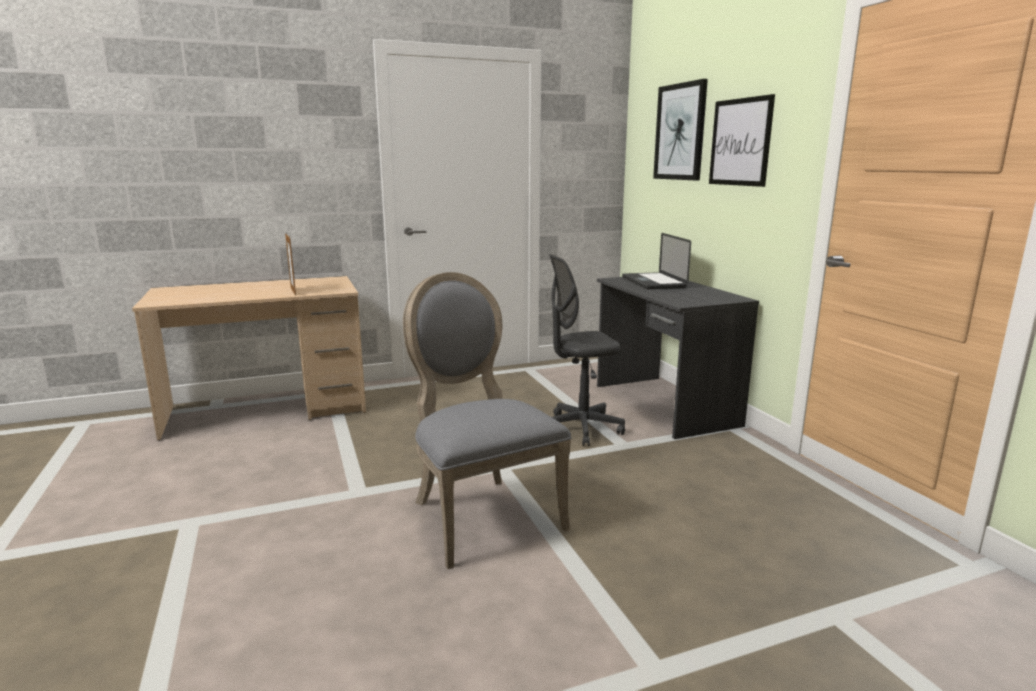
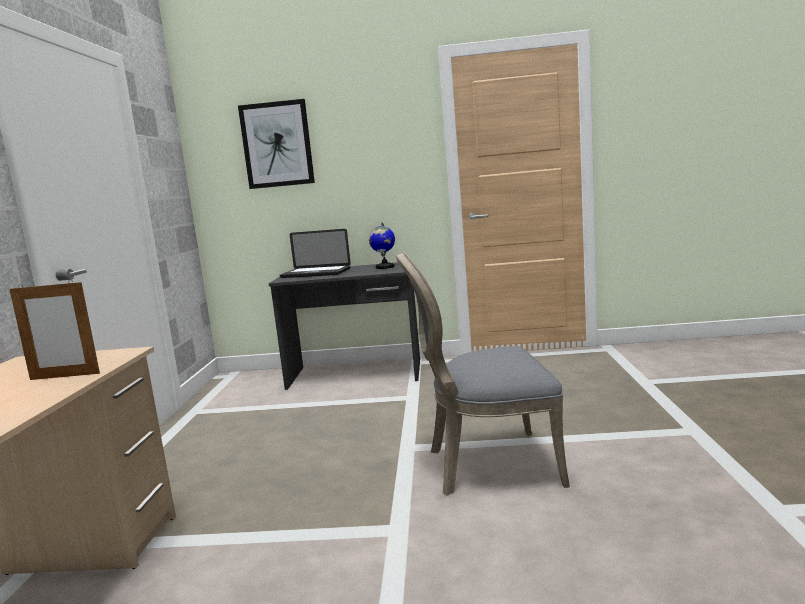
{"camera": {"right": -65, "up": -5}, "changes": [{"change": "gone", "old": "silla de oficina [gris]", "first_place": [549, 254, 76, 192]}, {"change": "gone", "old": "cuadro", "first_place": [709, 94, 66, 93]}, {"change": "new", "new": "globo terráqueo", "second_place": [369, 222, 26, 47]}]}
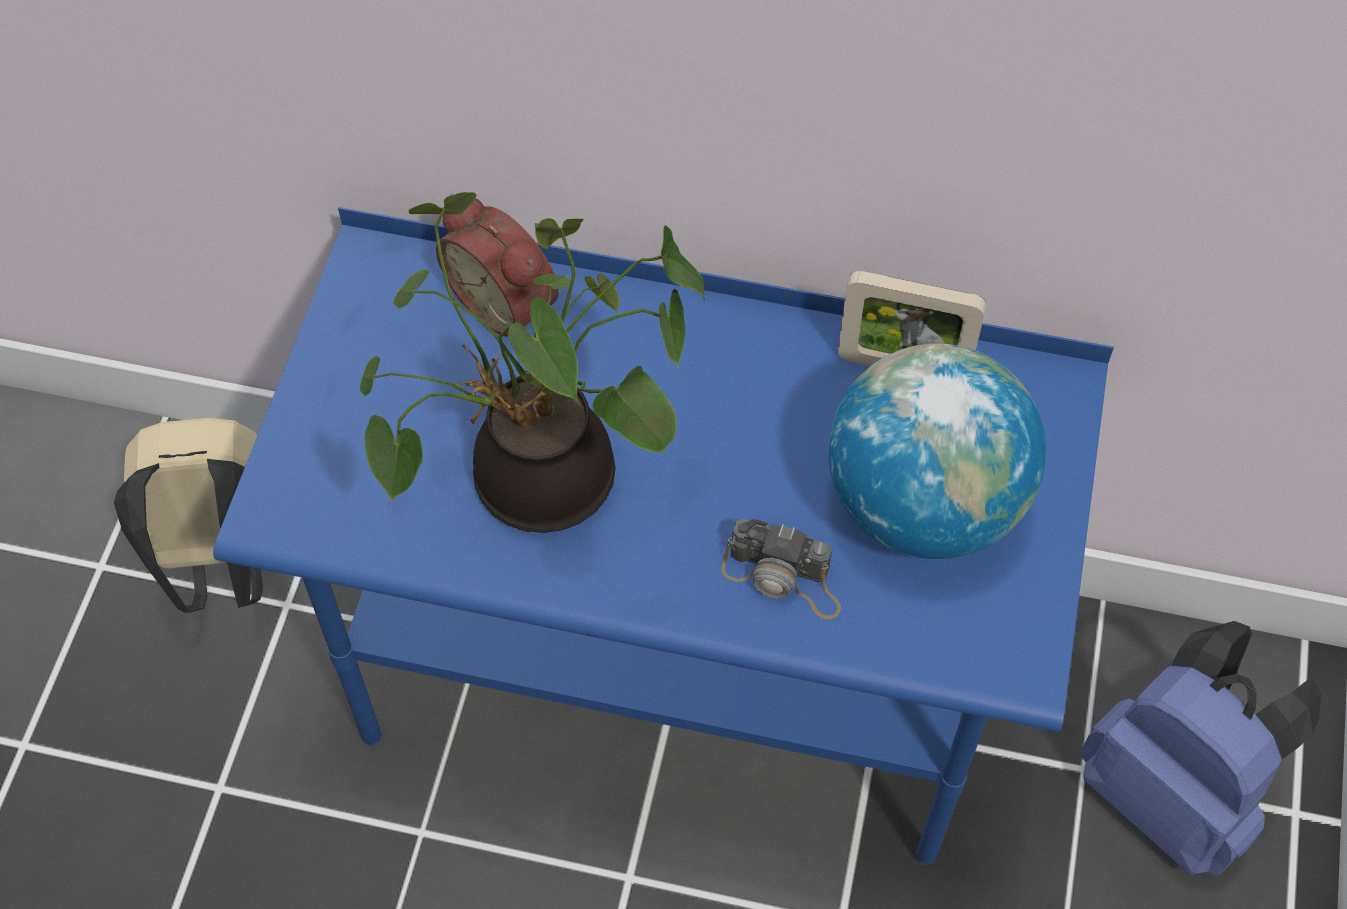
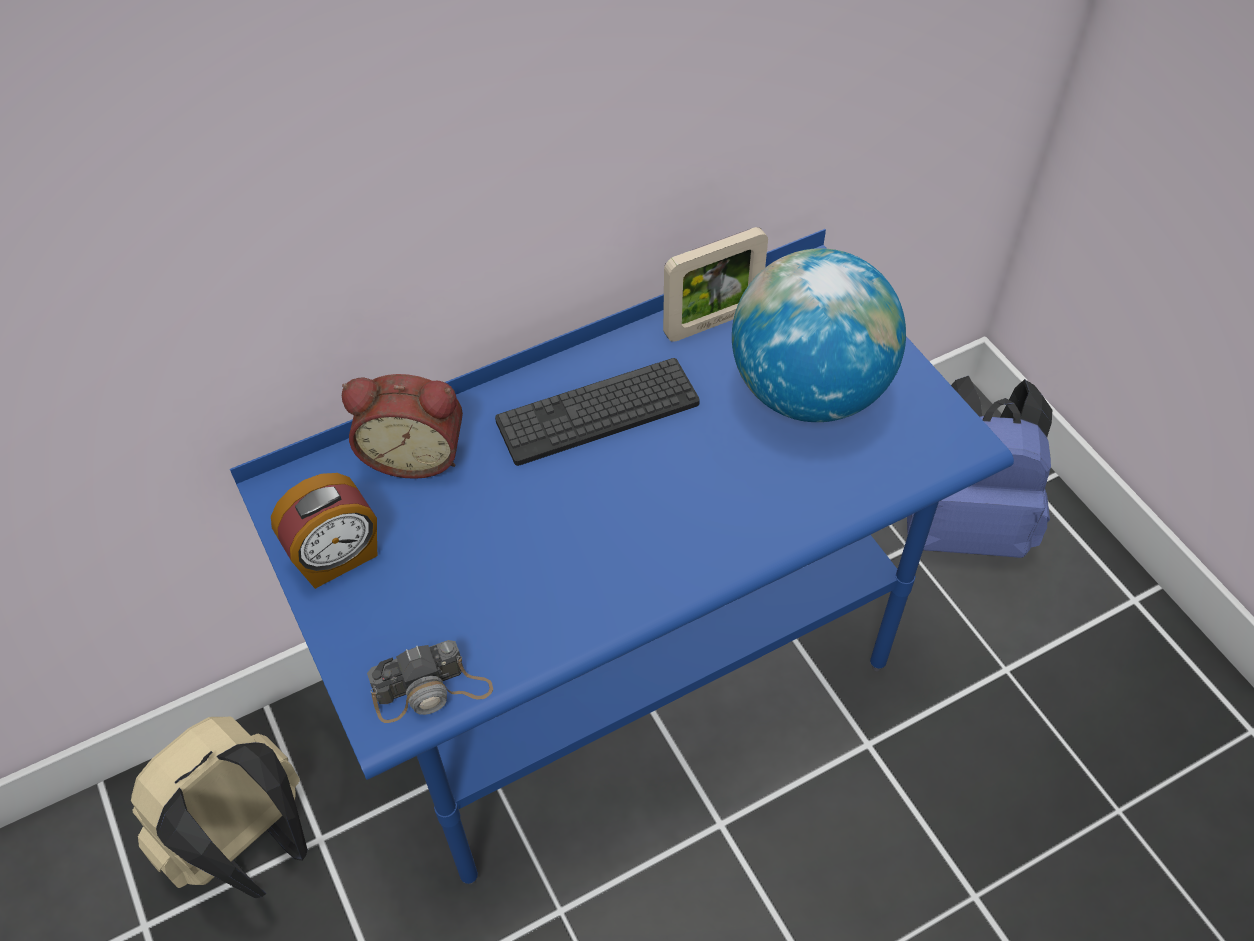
{"camera": {"right": -40, "up": -5}, "changes": [{"change": "gone", "old": "planta en maceta", "first_place": [360, 192, 345, 341]}, {"change": "new", "new": "despertador", "second_place": [271, 473, 106, 116]}, {"change": "new", "new": "teclado", "second_place": [495, 358, 205, 108]}, {"change": "shifted", "old": "cámara", "first_place": [721, 519, 120, 100], "second_place": [367, 640, 126, 83]}]}
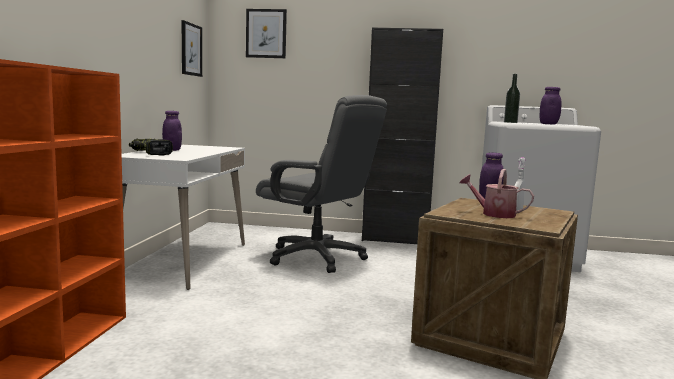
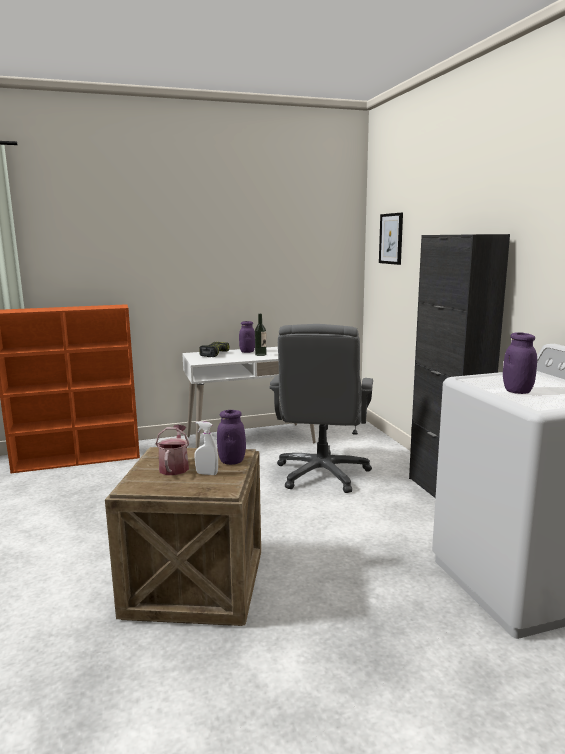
{"camera": {"right": 65, "up": 5}, "changes": [{"change": "gone", "old": "cuadro", "first_place": [182, 20, 20, 57]}, {"change": "shifted", "old": "botella", "first_place": [504, 74, 16, 49], "second_place": [255, 314, 11, 42]}]}
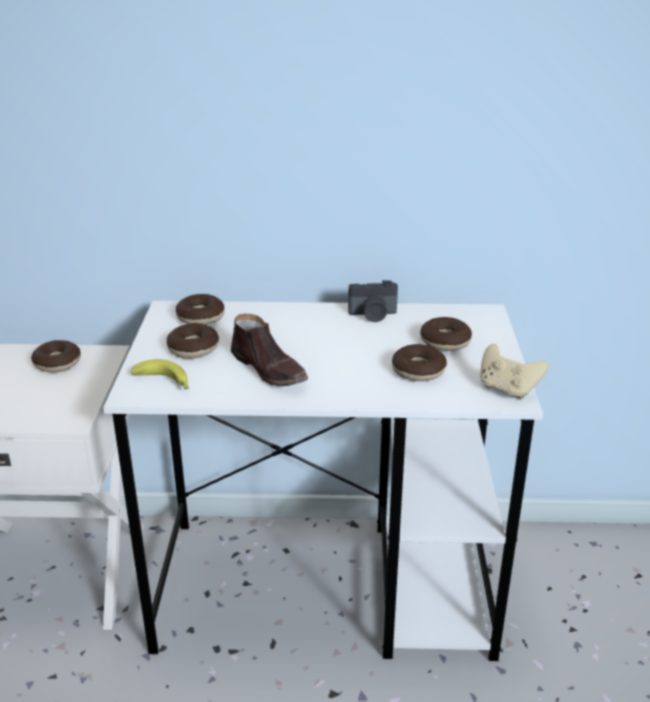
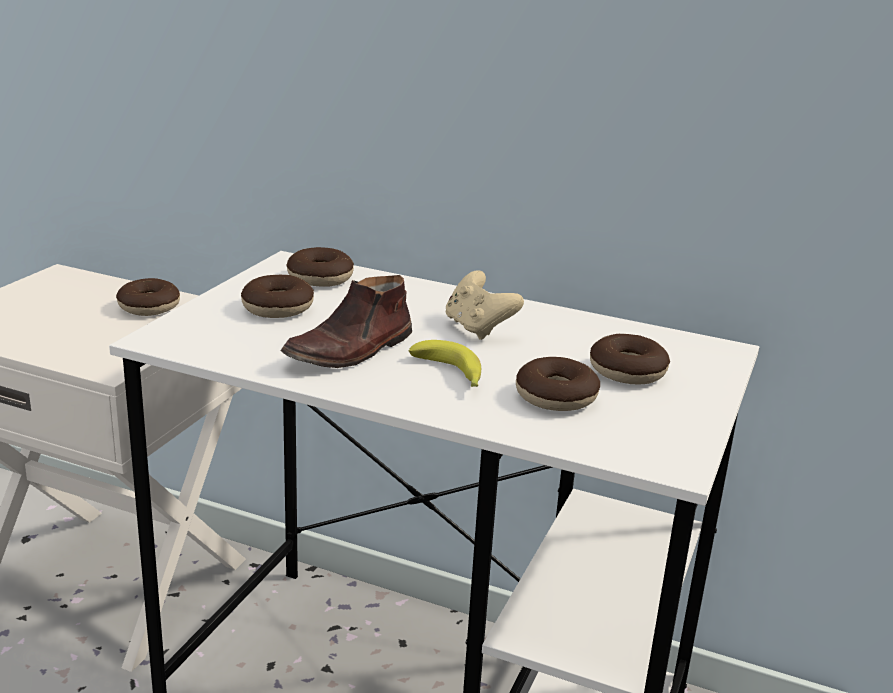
{"camera": {"right": 20, "up": -5}, "changes": [{"change": "gone", "old": "cámara", "first_place": [348, 280, 50, 42]}, {"change": "shifted", "old": "plátano", "first_place": [131, 359, 58, 31], "second_place": [409, 340, 72, 47]}, {"change": "shifted", "old": "mando de consola [beis]", "first_place": [480, 344, 68, 56], "second_place": [445, 270, 79, 70]}, {"change": "rotated", "old": "zapato [marrón]", "first_place": [231, 314, 77, 72], "second_place": [280, 275, 132, 93], "degrees": 60}]}
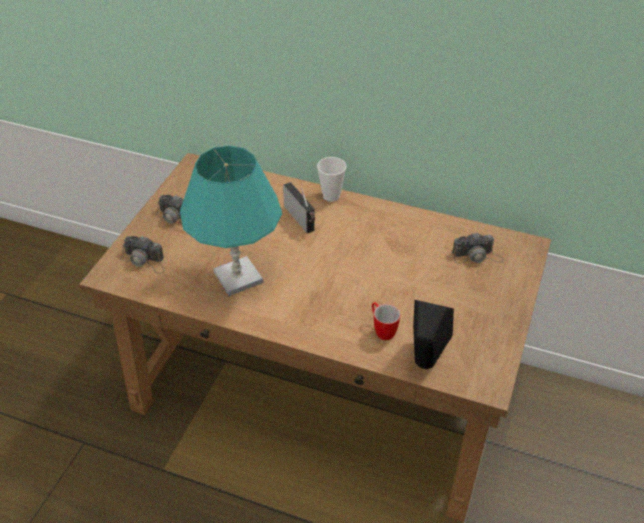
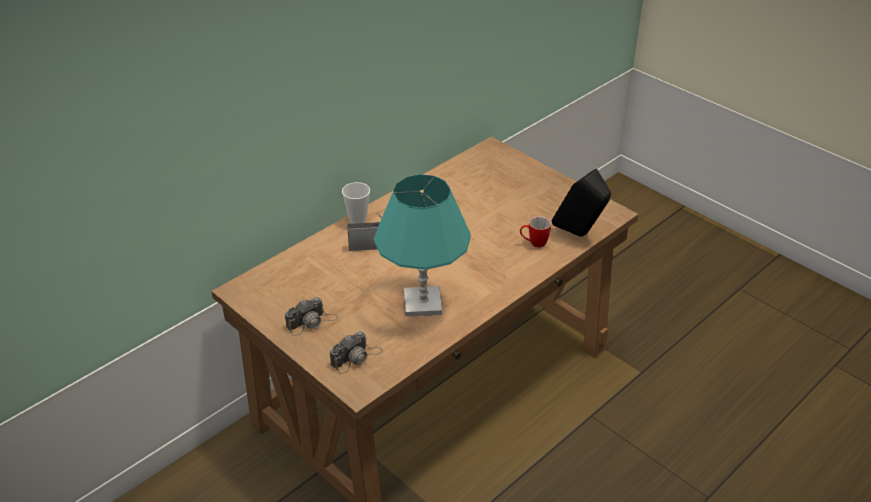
{"camera": {"right": -65, "up": -5}, "changes": [{"change": "gone", "old": "cámara", "first_place": [452, 233, 52, 31]}]}
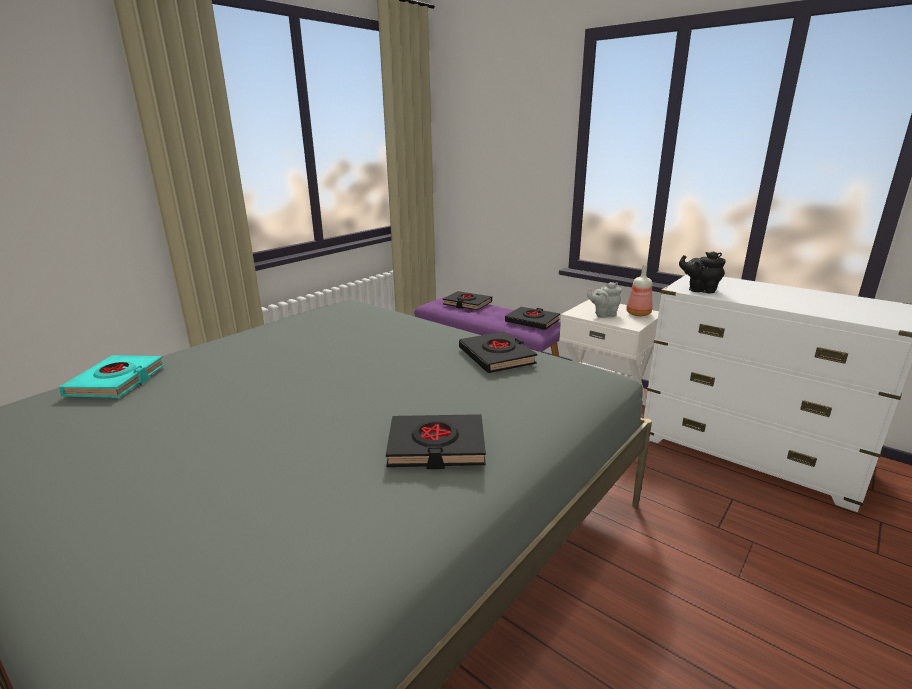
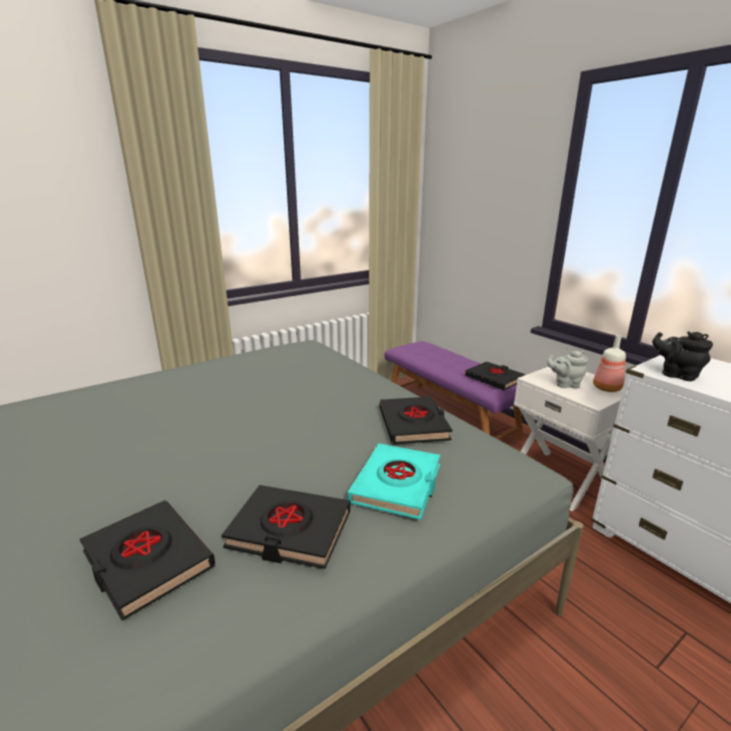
{"camera": {"right": 15, "up": 0}, "changes": [{"change": "shifted", "old": "libro [turquesa]", "first_place": [59, 355, 106, 43], "second_place": [347, 443, 93, 77]}, {"change": "shifted", "old": "libro [negro]", "first_place": [443, 291, 49, 19], "second_place": [80, 500, 135, 120]}]}
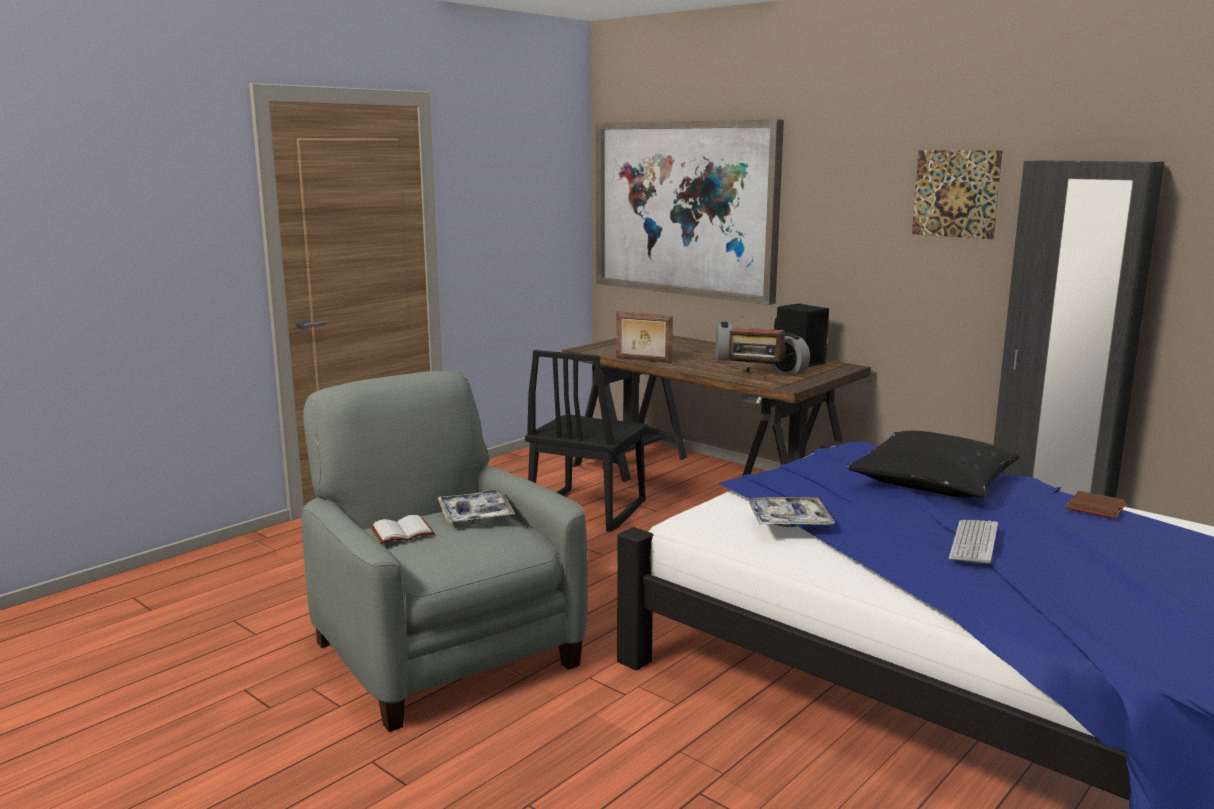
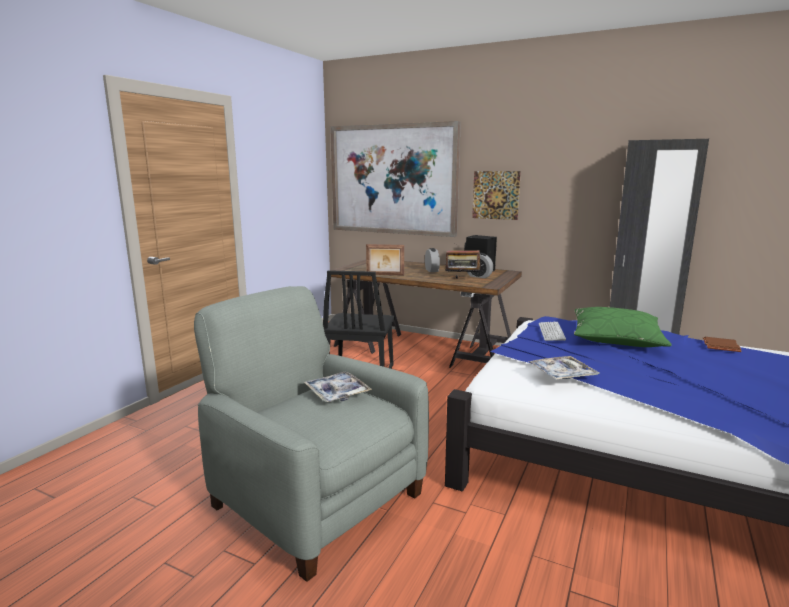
{"camera": {"right": -15, "up": 0}, "changes": [{"change": "gone", "old": "libro [blanco]", "first_place": [370, 515, 65, 29]}, {"change": "shifted", "old": "cuadro", "first_place": [912, 150, 90, 89], "second_place": [472, 171, 49, 49]}, {"change": "shifted", "old": "teclado", "first_place": [949, 520, 49, 44], "second_place": [539, 321, 27, 20]}, {"change": "repainted", "old": "cojín [negro]", "new": "cojín [verde]", "first_place": [847, 431, 172, 67], "second_place": [574, 307, 98, 40]}]}
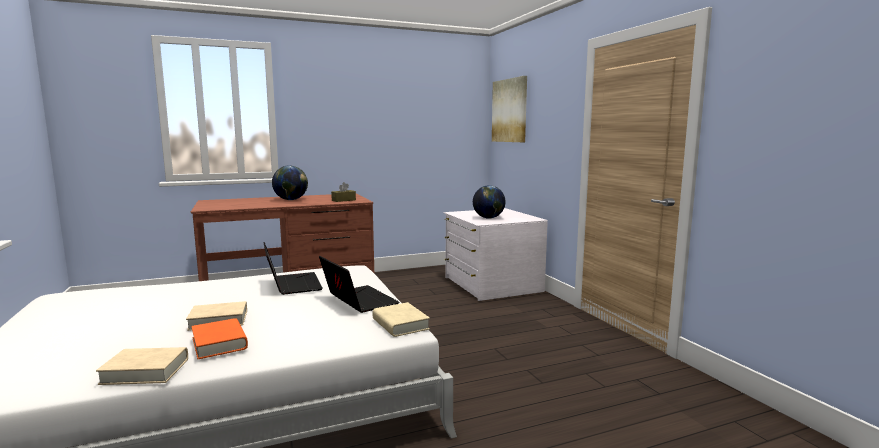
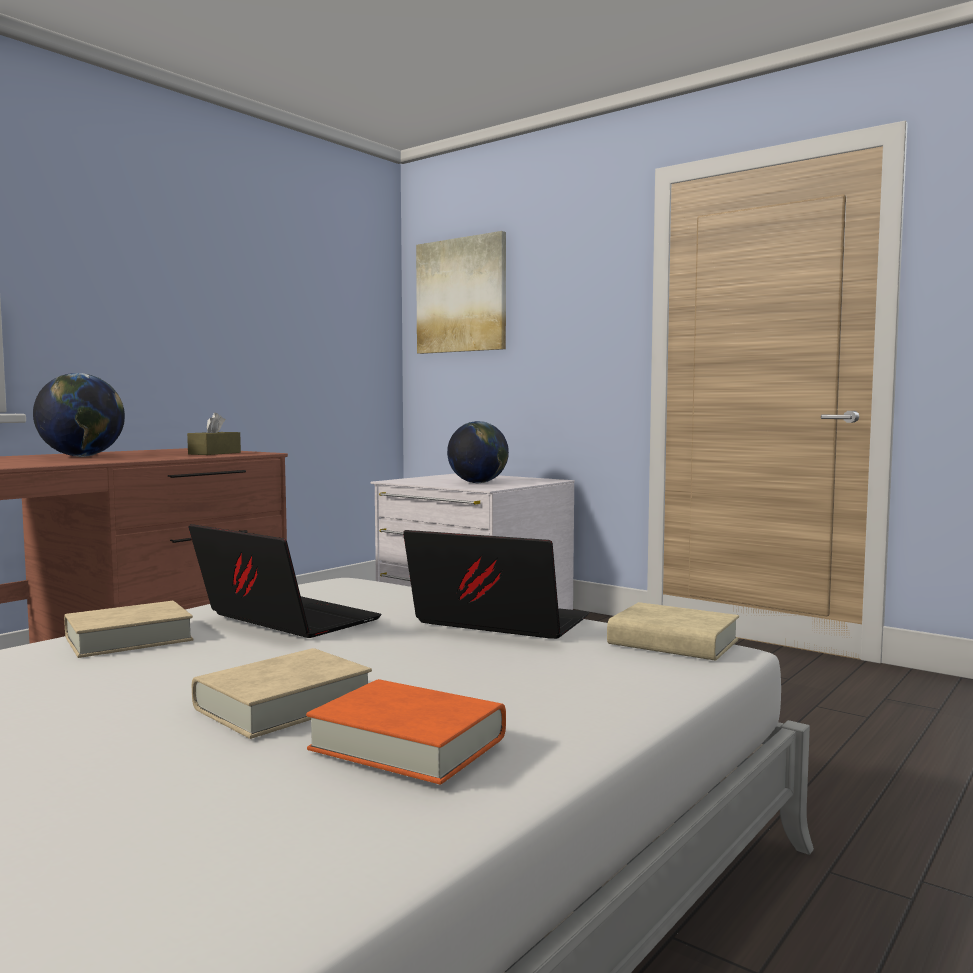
{"camera": {"right": -30, "up": -5}, "changes": [{"change": "shifted", "old": "libro [beis]", "first_place": [96, 347, 92, 38], "second_place": [64, 601, 130, 57]}]}
